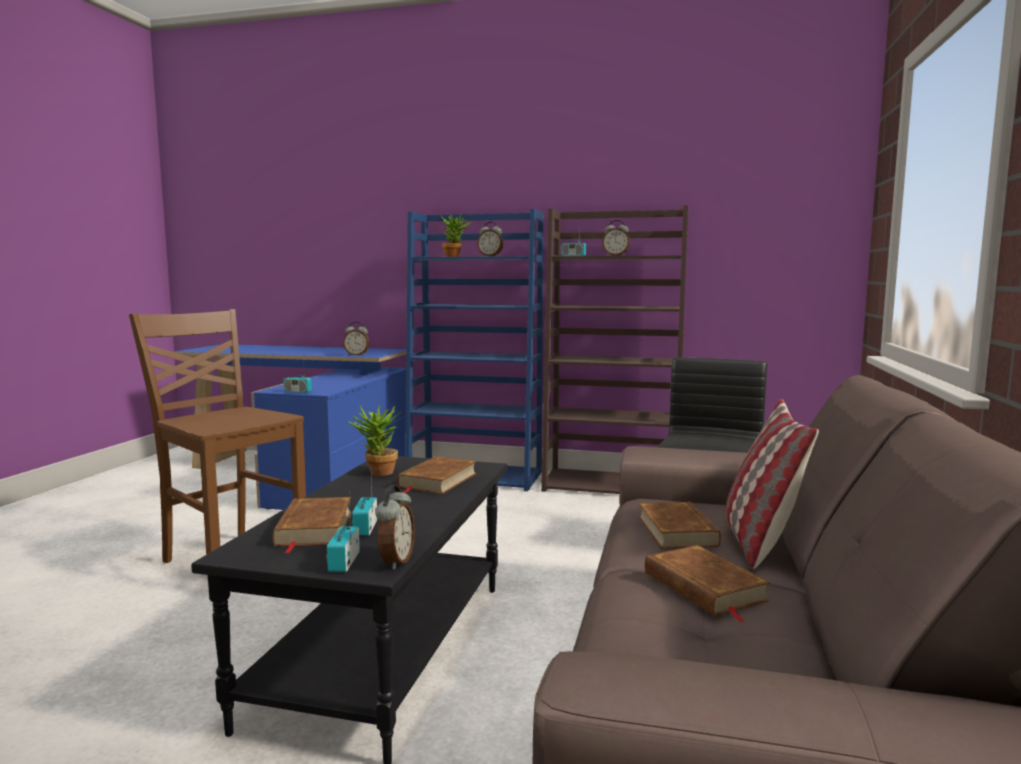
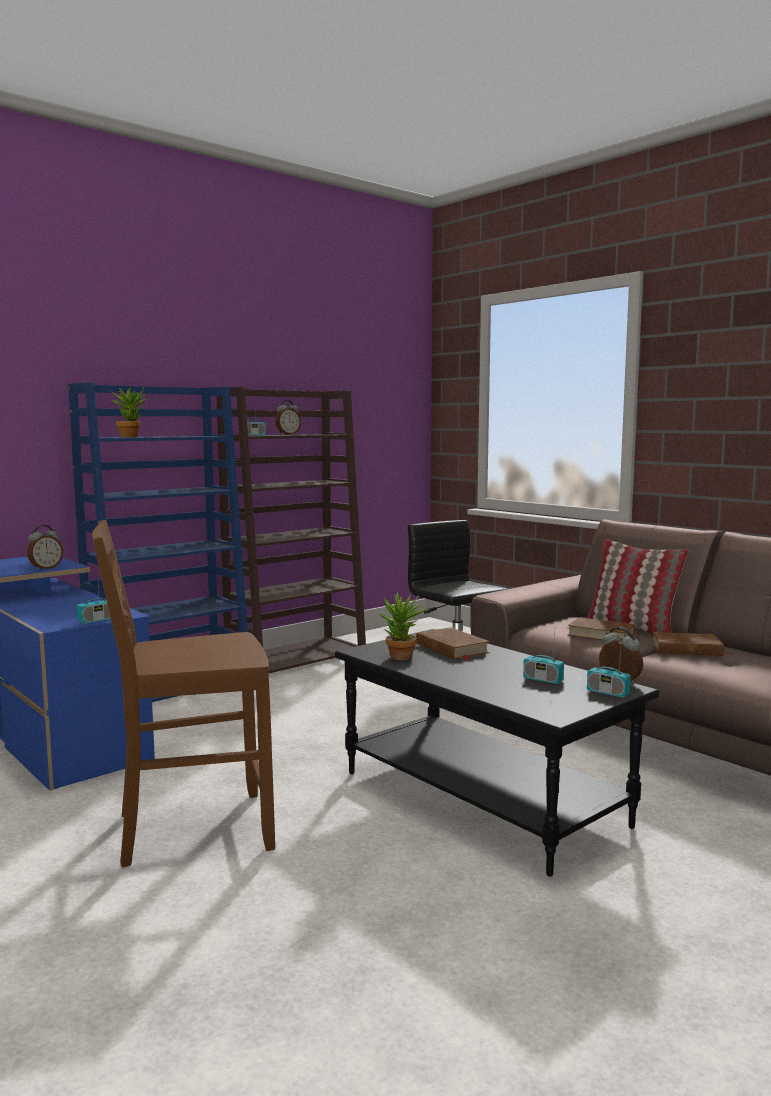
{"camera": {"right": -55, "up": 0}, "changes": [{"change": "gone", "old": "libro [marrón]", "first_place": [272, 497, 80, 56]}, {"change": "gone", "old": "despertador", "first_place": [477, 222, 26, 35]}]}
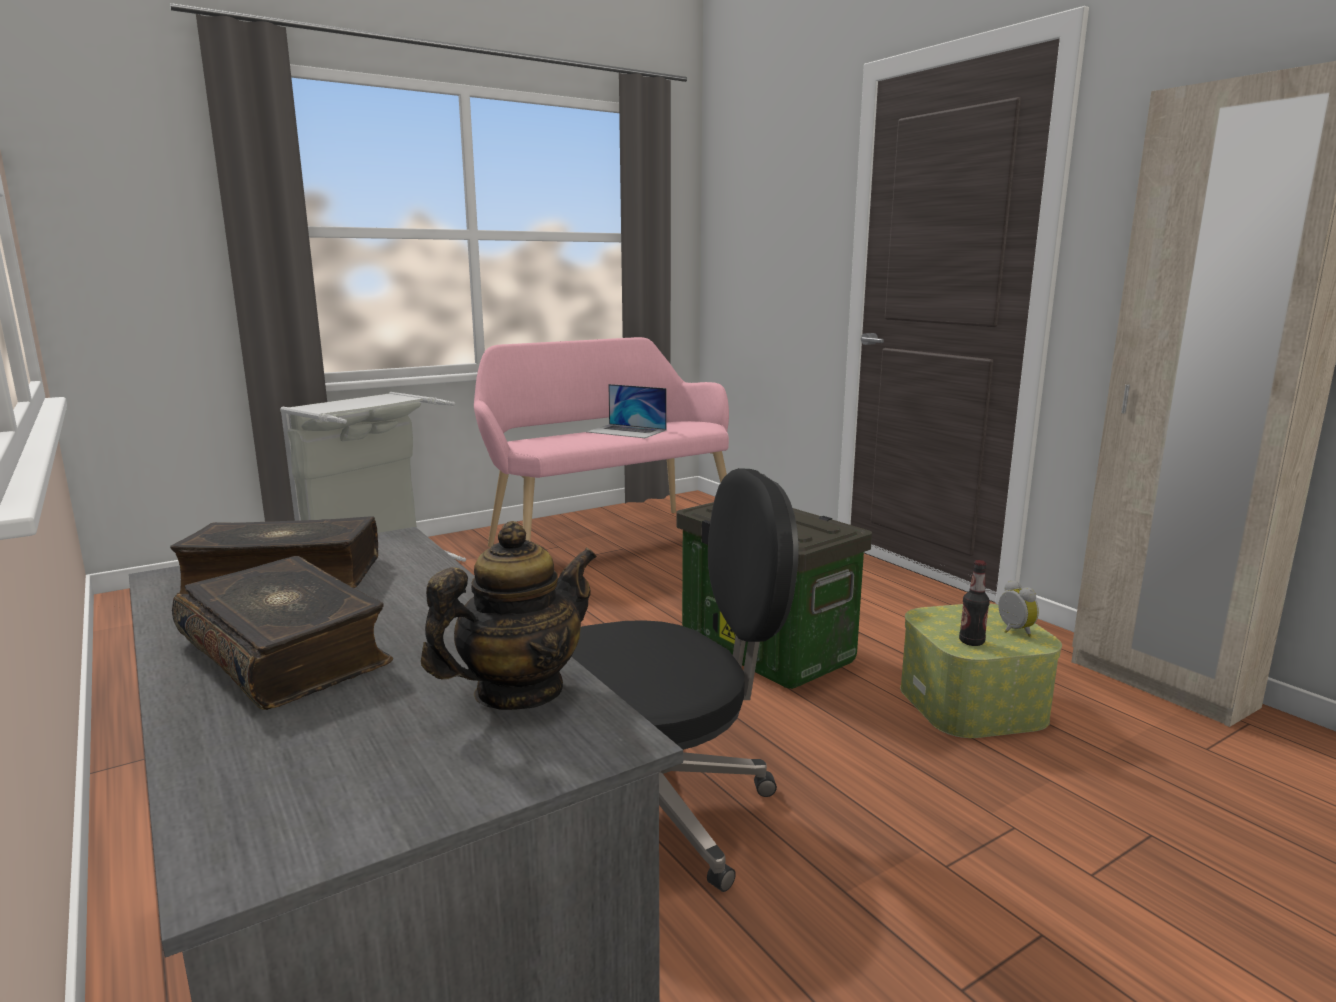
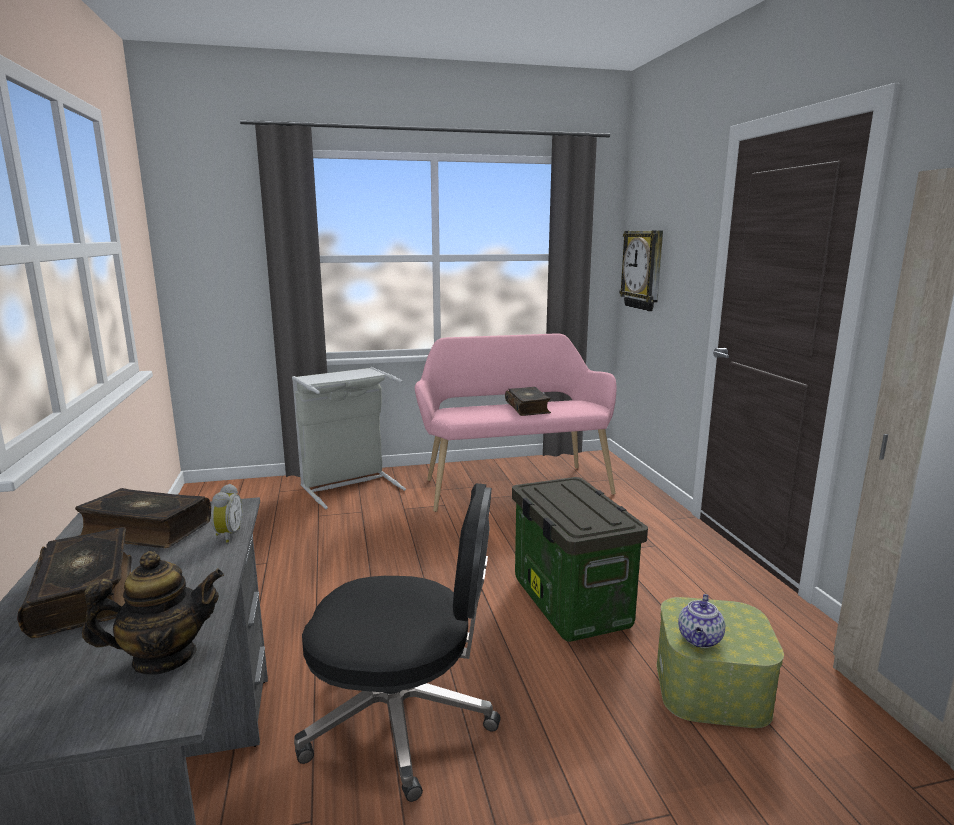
{"camera": {"right": 20, "up": 0}, "changes": [{"change": "new", "new": "reloj de pared", "second_place": [619, 230, 44, 81]}, {"change": "shifted", "old": "despertador", "first_place": [998, 580, 41, 57], "second_place": [211, 484, 32, 59]}, {"change": "swapped", "old": "portátil", "new": "libro", "first_place": [586, 384, 81, 54], "second_place": [505, 387, 46, 29]}, {"change": "swapped", "old": "botella", "new": "tetera", "first_place": [959, 560, 31, 86], "second_place": [678, 594, 47, 54]}]}
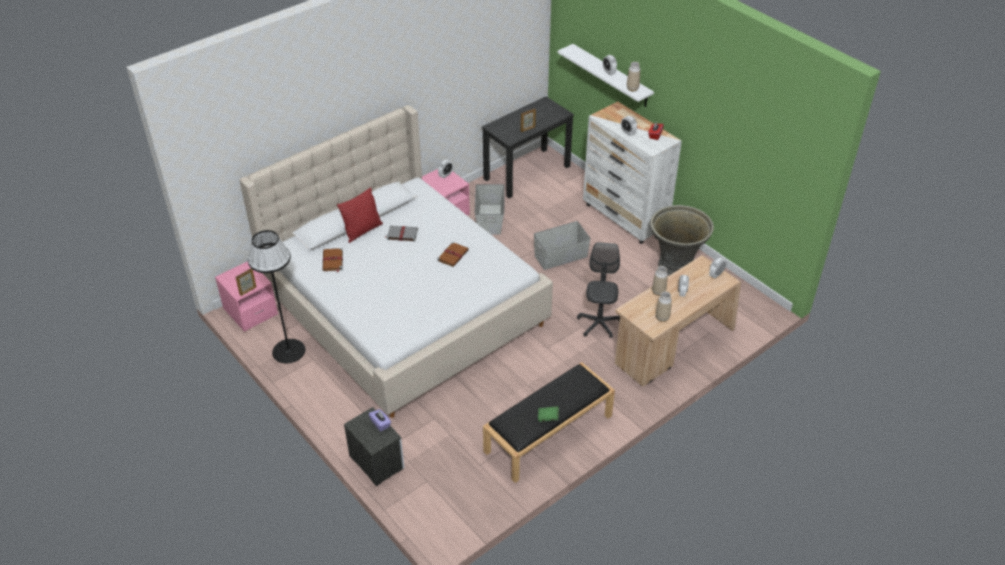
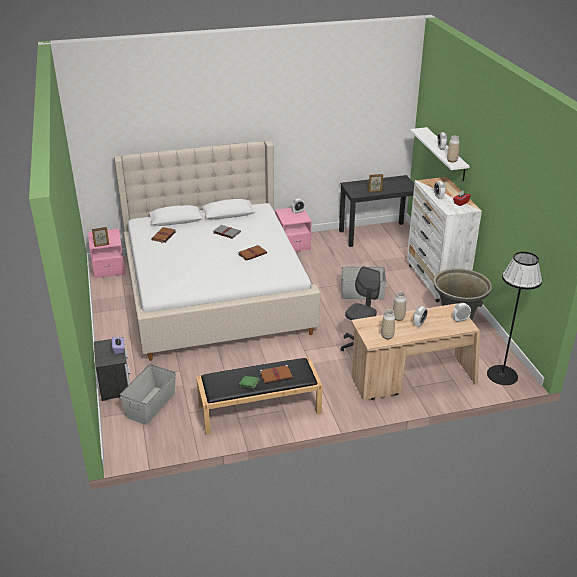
{"camera": {"right": 25, "up": -10}, "changes": [{"change": "gone", "old": "cojín [rojo]", "first_place": [337, 187, 46, 56]}, {"change": "new", "new": "libro [marrón]", "second_place": [260, 365, 33, 19]}, {"change": "shifted", "old": "lámpara de pie [negro]", "first_place": [248, 230, 57, 133], "second_place": [487, 252, 55, 133]}, {"change": "shifted", "old": "caja de almacenaje [gris]", "first_place": [475, 184, 30, 50], "second_place": [120, 364, 56, 61]}]}
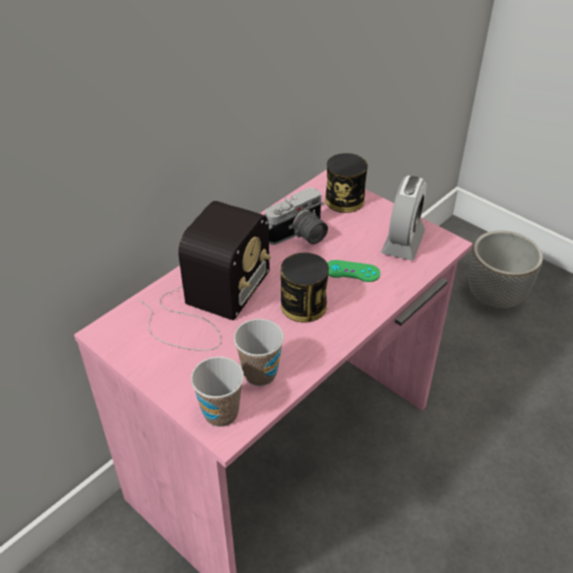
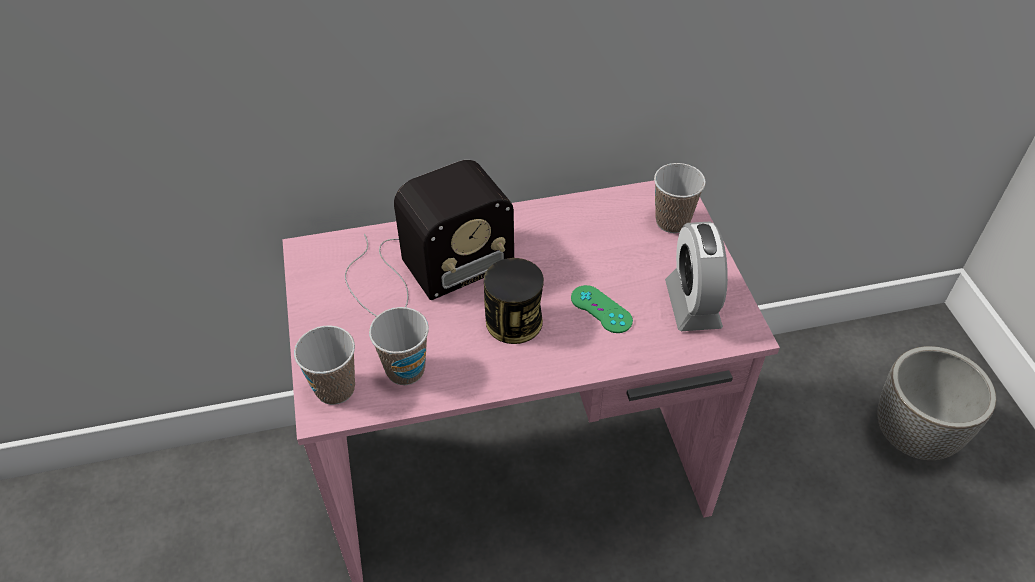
{"camera": {"right": 35, "up": 5}, "changes": [{"change": "gone", "old": "cámara", "first_place": [265, 187, 63, 58]}, {"change": "swapped", "old": "lata", "new": "taza", "first_place": [325, 153, 43, 60], "second_place": [654, 163, 52, 70]}, {"change": "rotated", "old": "despertador", "first_place": [381, 175, 46, 86], "second_place": [665, 221, 63, 110], "degrees": 120}]}
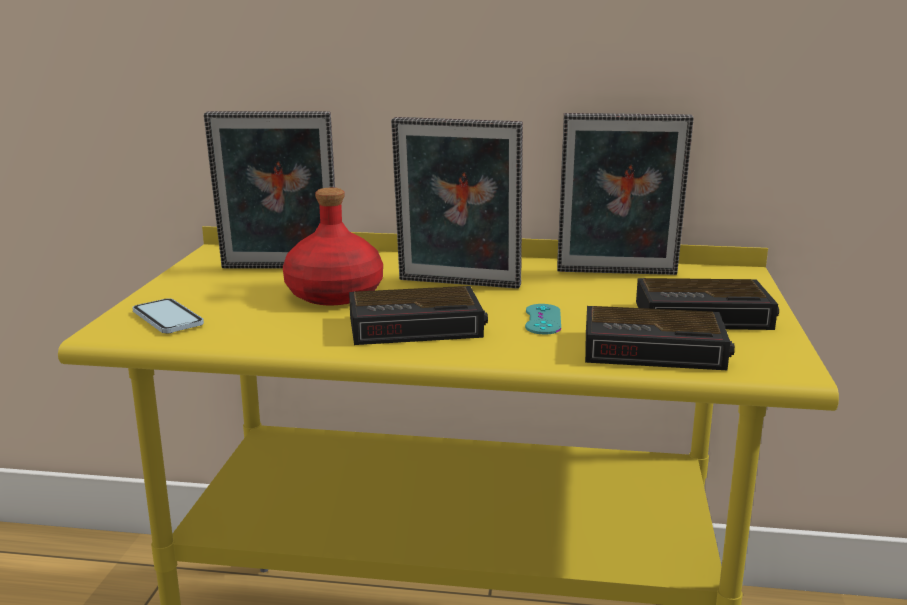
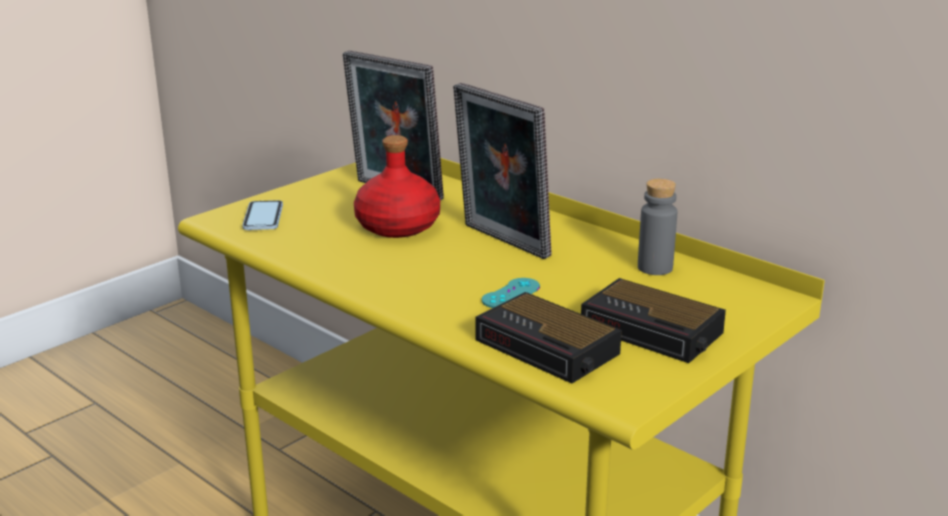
{"camera": {"right": 35, "up": 5}, "changes": [{"change": "gone", "old": "despertador", "first_place": [349, 286, 139, 59]}, {"change": "swapped", "old": "portarretratos", "new": "botella [gris]", "first_place": [557, 113, 137, 162], "second_place": [638, 179, 39, 96]}]}
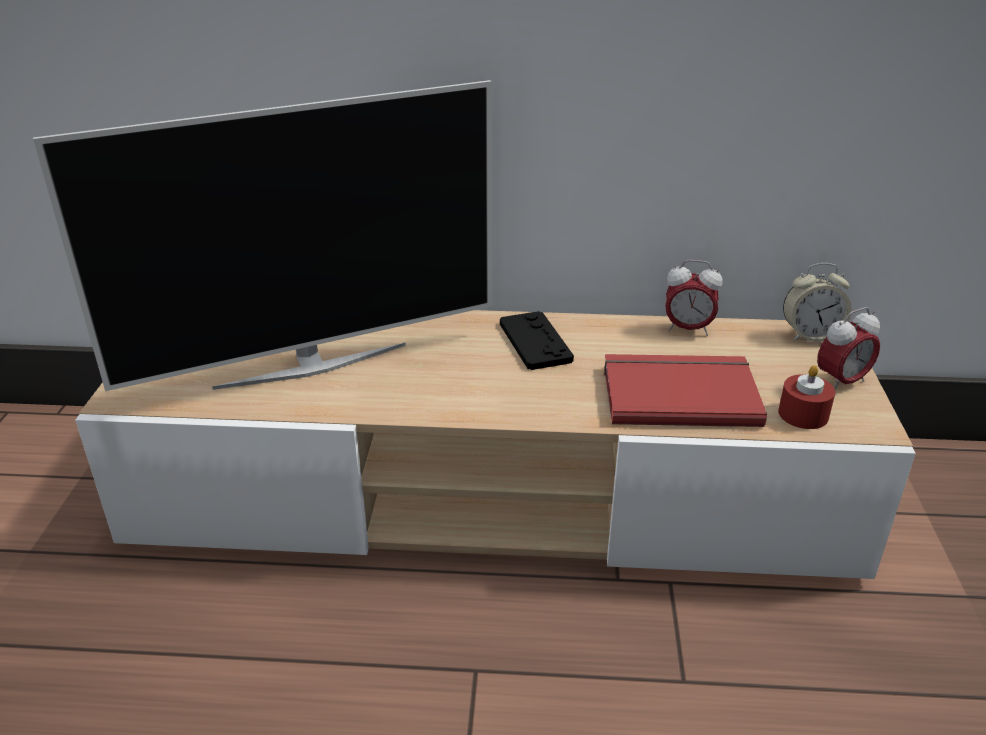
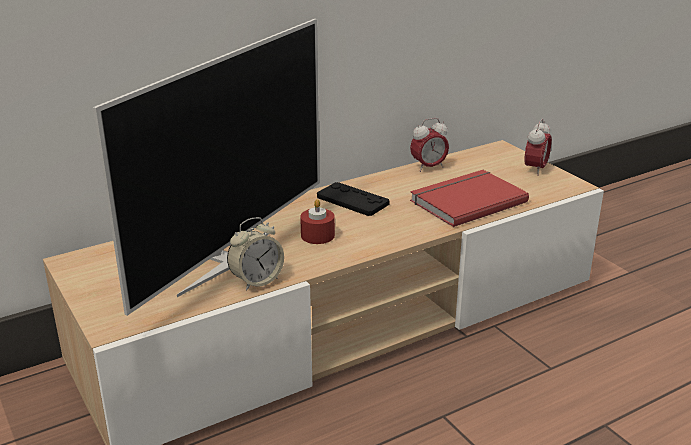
{"camera": {"right": -35, "up": -5}, "changes": [{"change": "shifted", "old": "vela [rojo]", "first_place": [778, 365, 57, 64], "second_place": [300, 199, 35, 45]}, {"change": "shifted", "old": "despertador", "first_place": [783, 263, 69, 79], "second_place": [227, 217, 57, 74]}]}
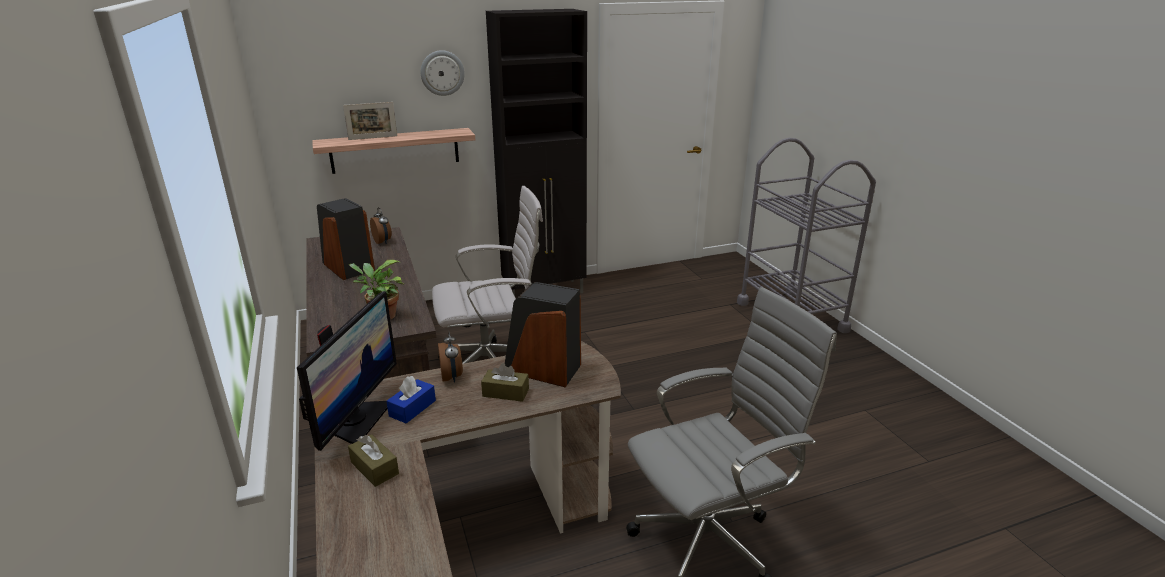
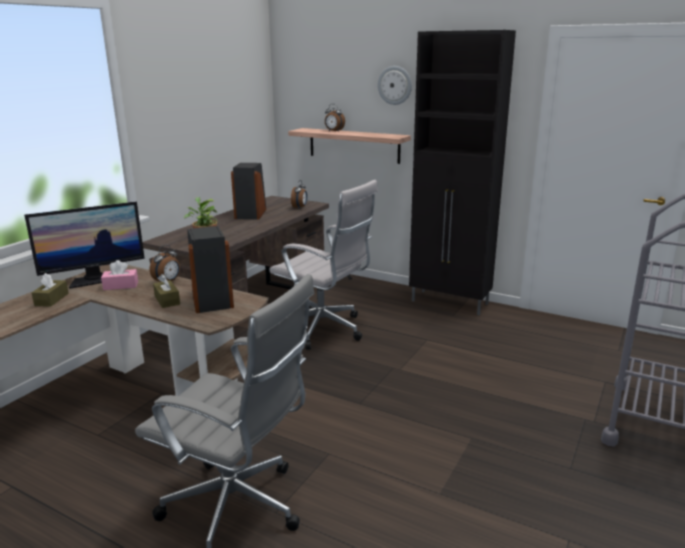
{"camera": {"right": 50, "up": -5}, "changes": [{"change": "swapped", "old": "portarretratos", "new": "despertador", "first_place": [343, 102, 54, 38], "second_place": [325, 104, 20, 28]}, {"change": "repainted", "old": "caja de pañuelos [azul]", "new": "caja de pañuelos [rosa]", "first_place": [386, 376, 50, 47], "second_place": [101, 260, 37, 30]}]}
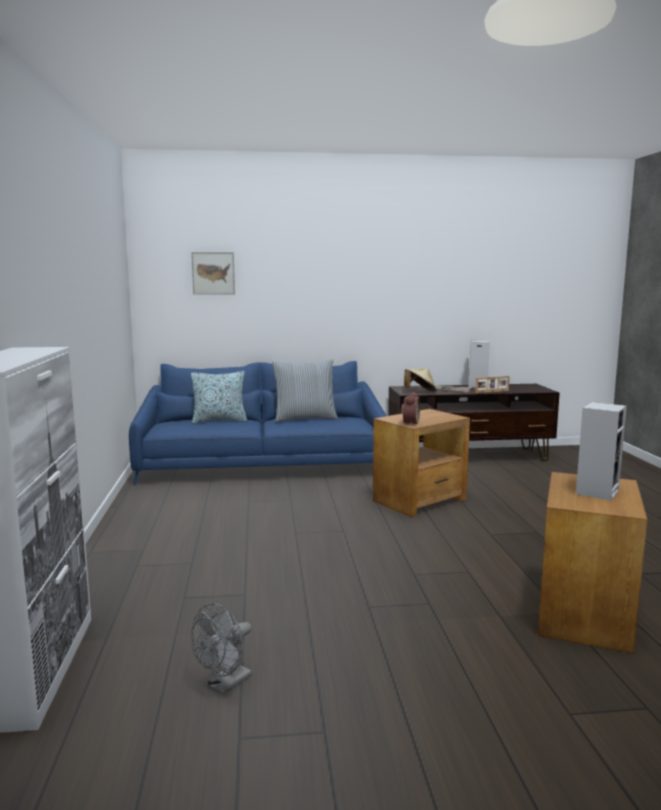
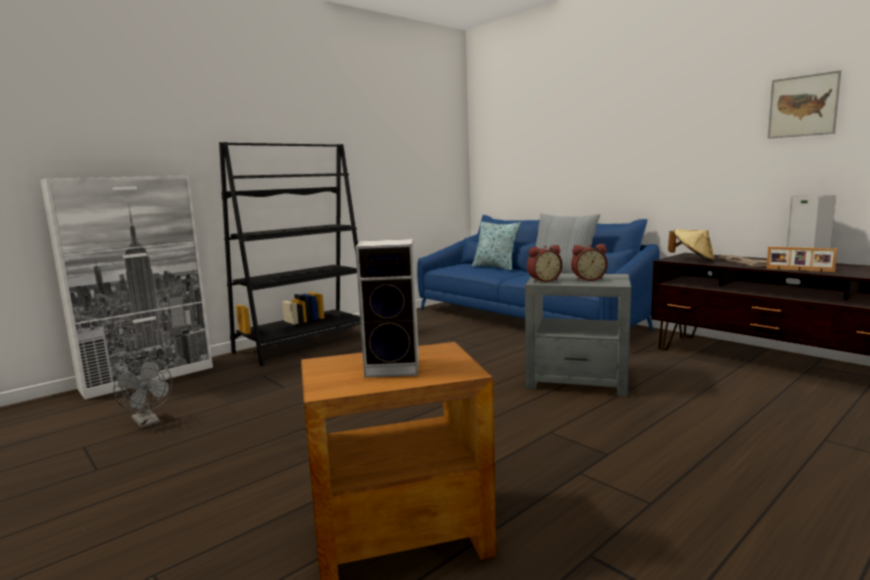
{"camera": {"right": 55, "up": 0}, "changes": [{"change": "new", "new": "estantería [negro]", "second_place": [219, 142, 142, 224]}, {"change": "new", "new": "despertador", "second_place": [571, 244, 37, 37]}, {"change": "shifted", "old": "cuadro", "first_place": [191, 252, 44, 43], "second_place": [768, 70, 73, 69]}, {"change": "repainted", "old": "mesa auxiliar [marrón]", "new": "mesa auxiliar [gris]", "first_place": [373, 409, 97, 108], "second_place": [525, 273, 106, 124]}, {"change": "rotated", "old": "ventilador [gris]", "first_place": [191, 603, 61, 92], "second_place": [113, 359, 59, 69], "degrees": -135}]}
